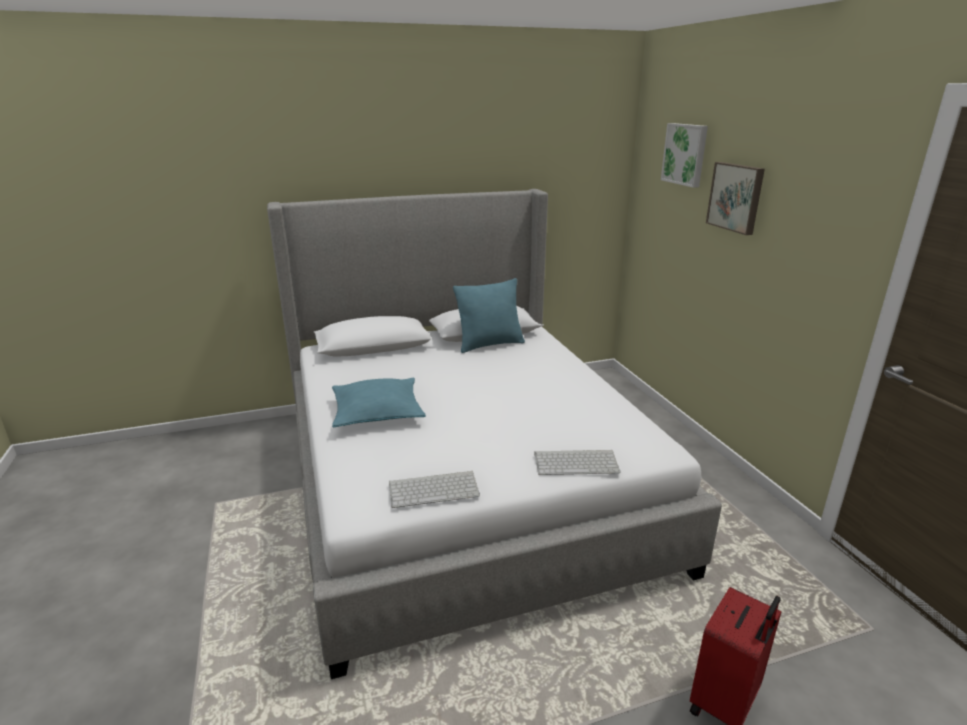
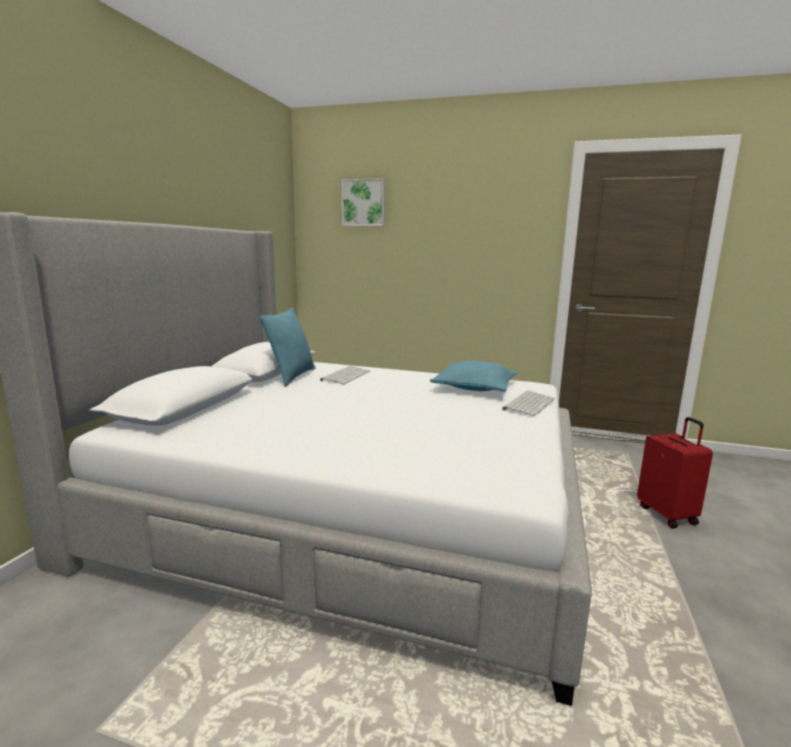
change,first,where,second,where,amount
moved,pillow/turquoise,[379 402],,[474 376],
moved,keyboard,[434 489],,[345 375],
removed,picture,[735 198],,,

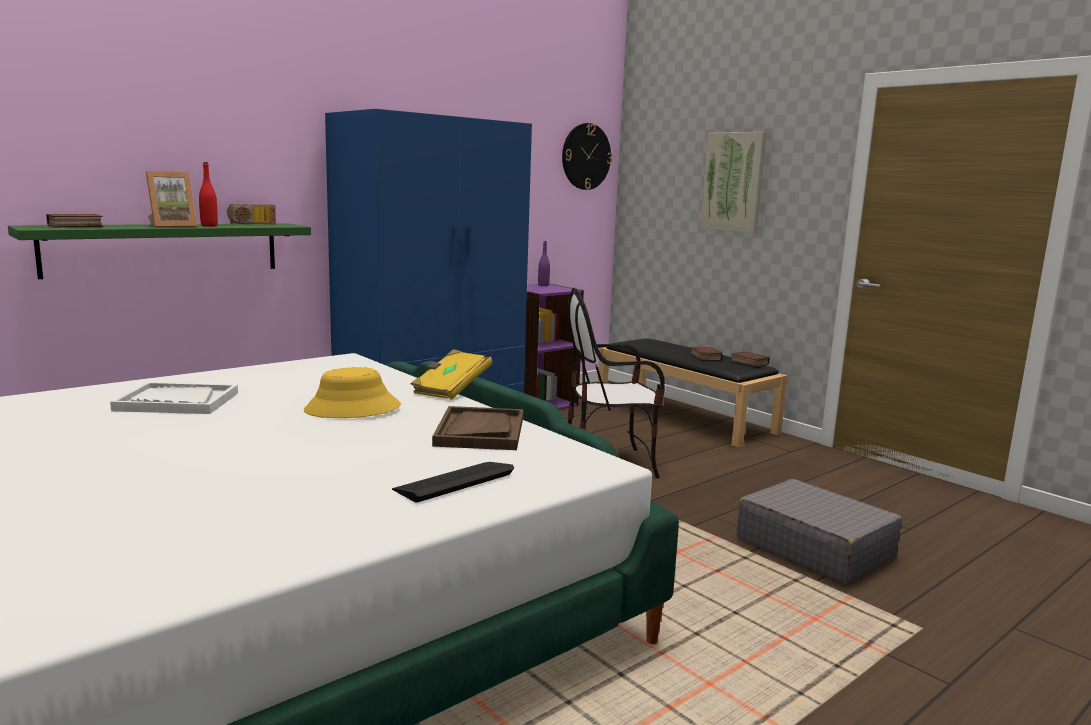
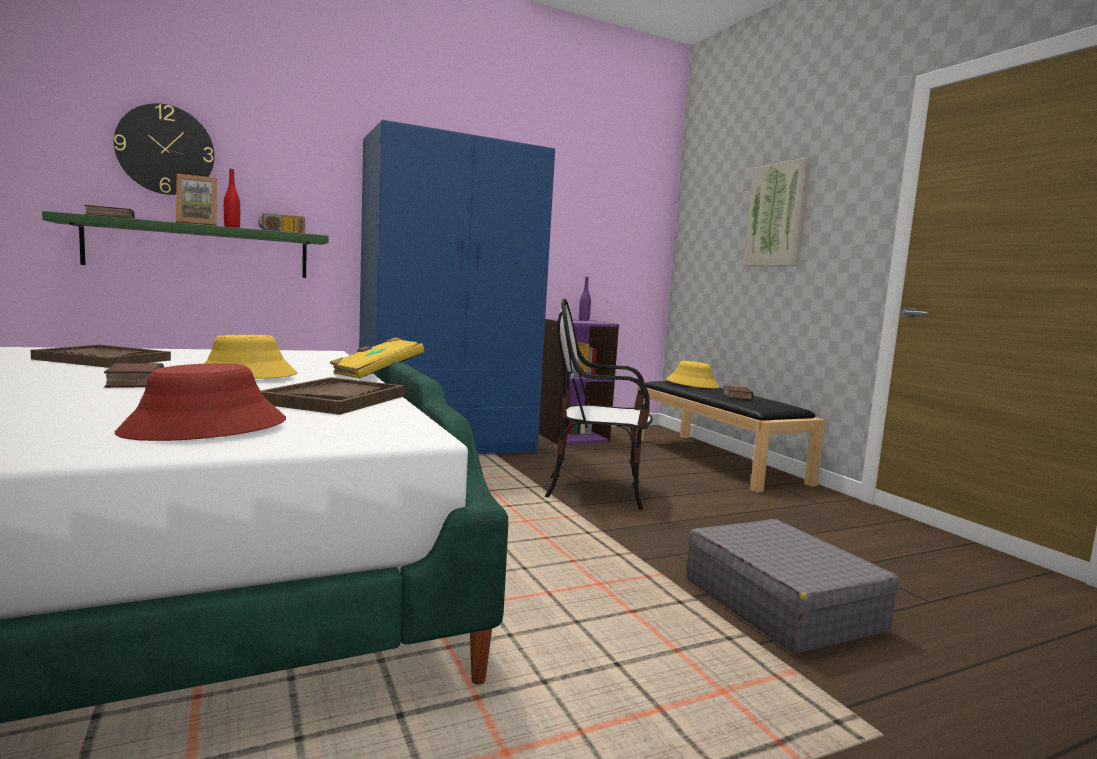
change,first,where,second,where,amount
recoloured,tray/white,[174 398],tray/brown,[101 356],
replaced,keyboard,[453 482],hat/red,[200 402],
moved,wall clock,[587 156],,[164 149],
moved,book,[750 359],,[134 375],
added,,,hat/yellow,[692 374],

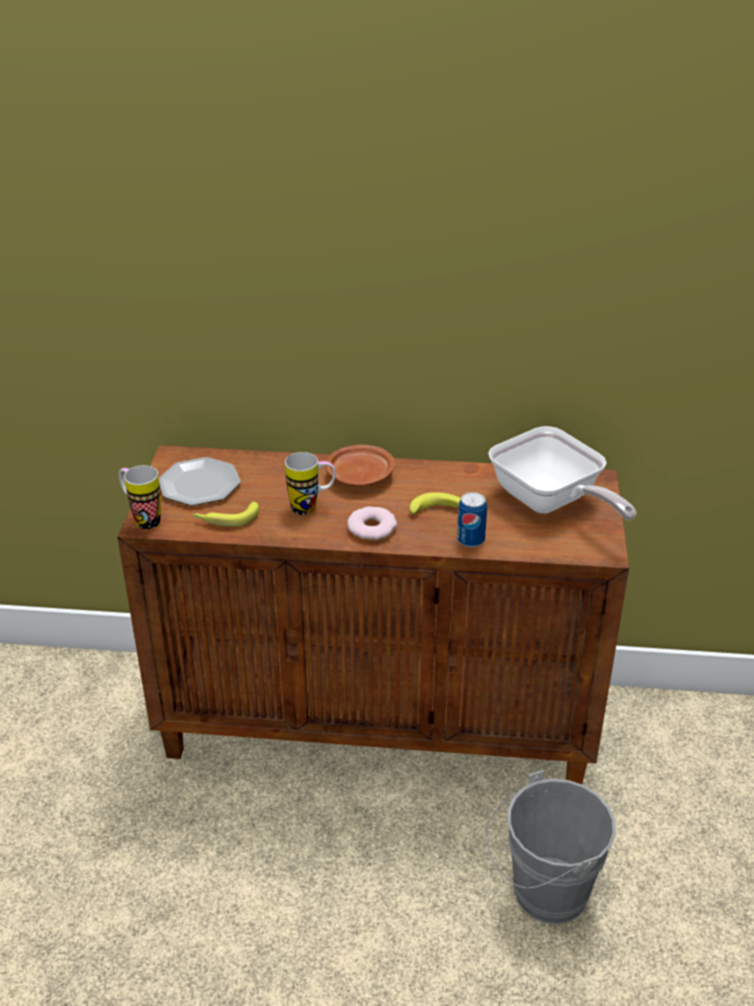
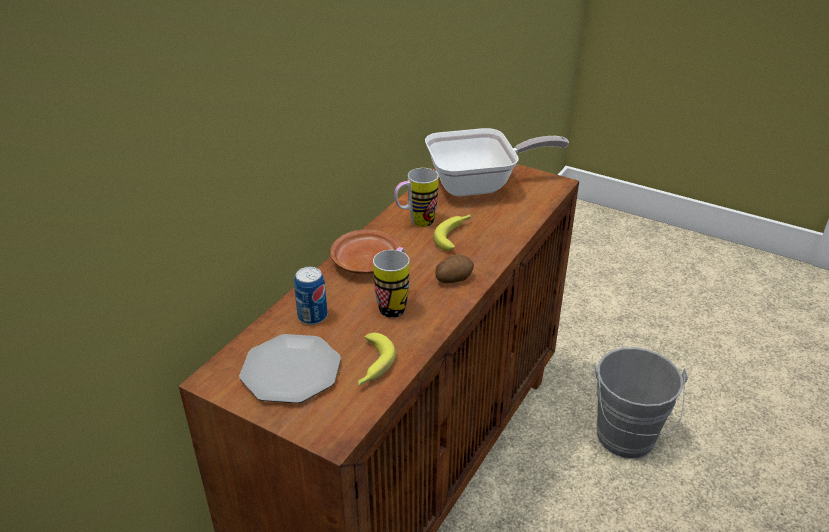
change,first,where,second,where,amount
moved,mug,[140 497],,[416 197],
replaced,donut,[372 523],potato,[454 268],
moved,can,[472 519],,[310 296],

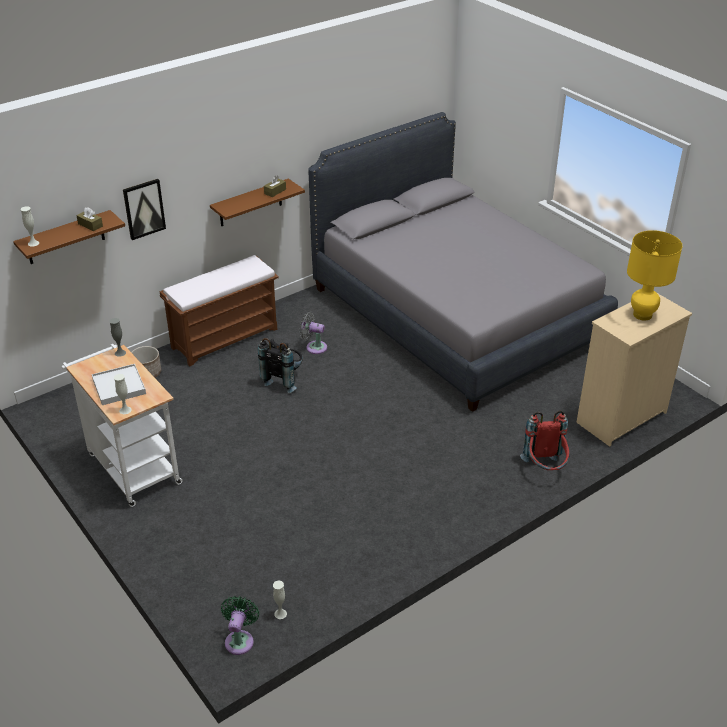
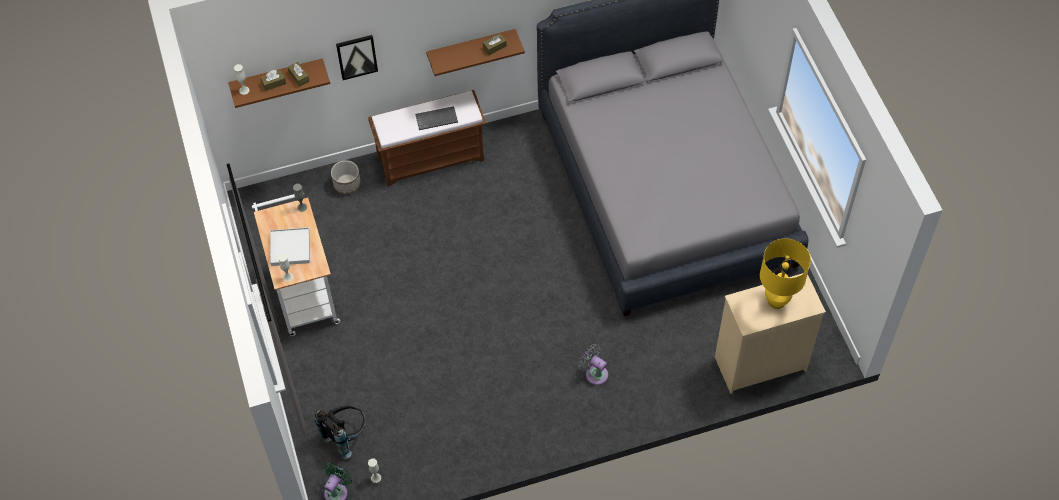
change,first,where,second,where,amount
moved,backpack/black,[280 365],,[340 432],
moved,fan/grey,[313 333],,[593 364],
removed,backpack/red,[545 440],,,
added,,,tissue box/brown,[273 80],
added,,,keyboard,[436 118],

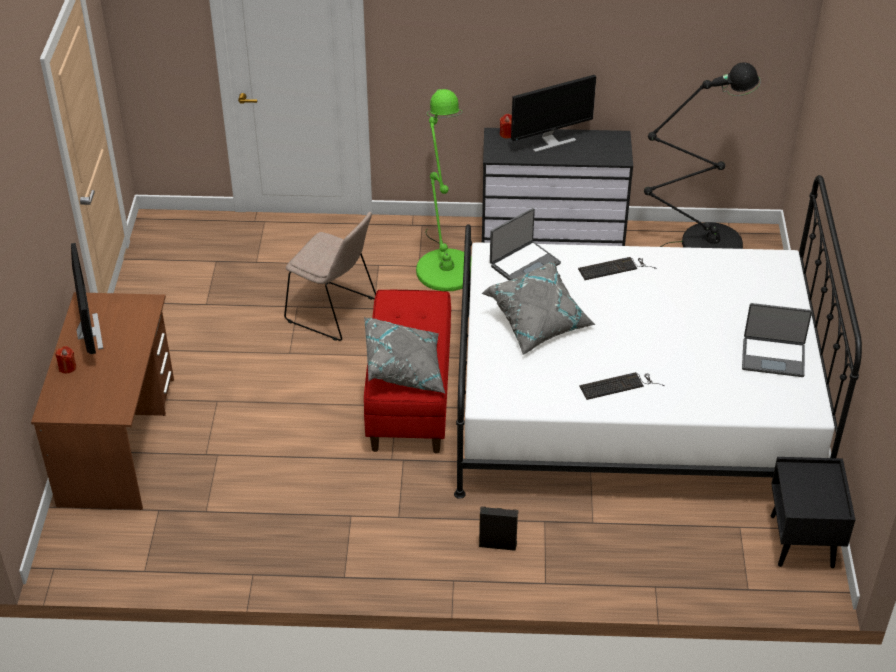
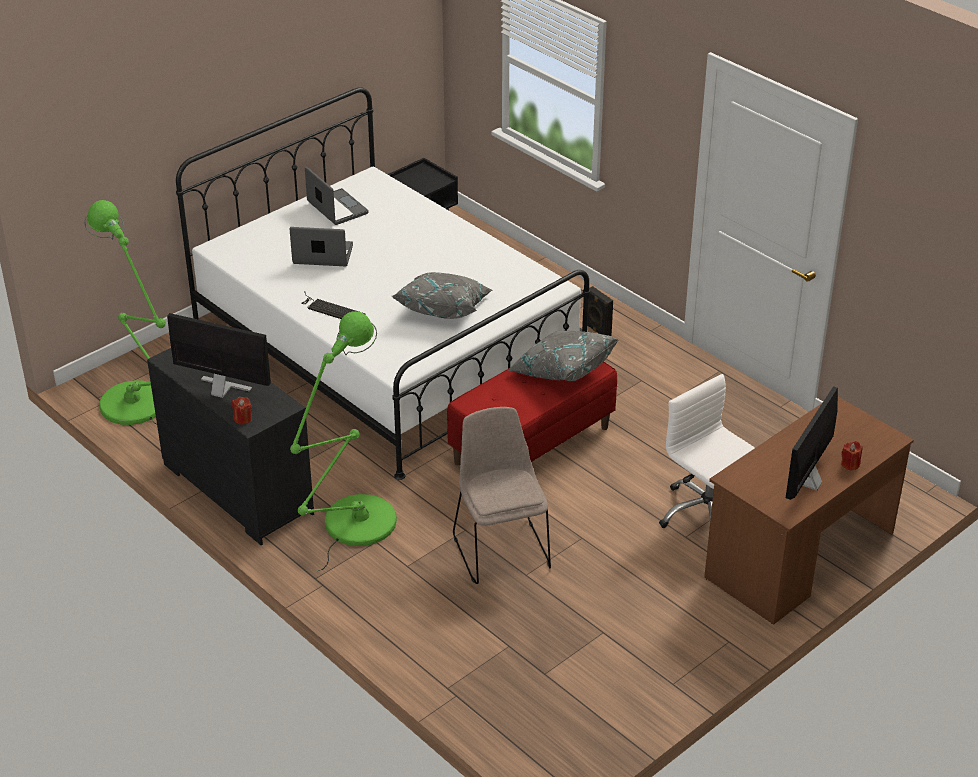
change,first,where,second,where,amount
moved,laptop,[525 244],,[321 246],
removed,keyboard,[622 386],,,
recoloured,floor lamp/black,[702 155],floor lamp/green,[125 312],
added,,,office chair/white,[707 451],

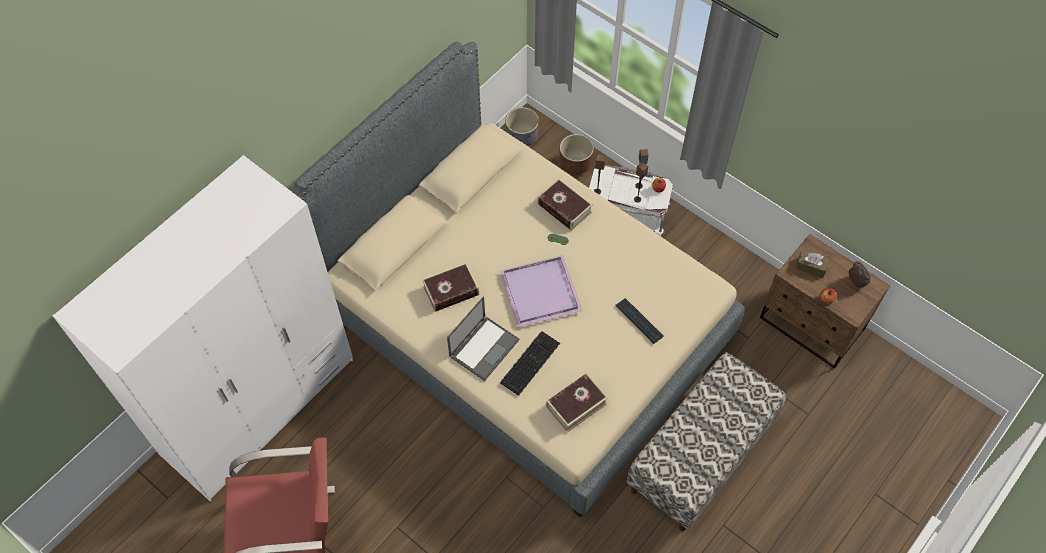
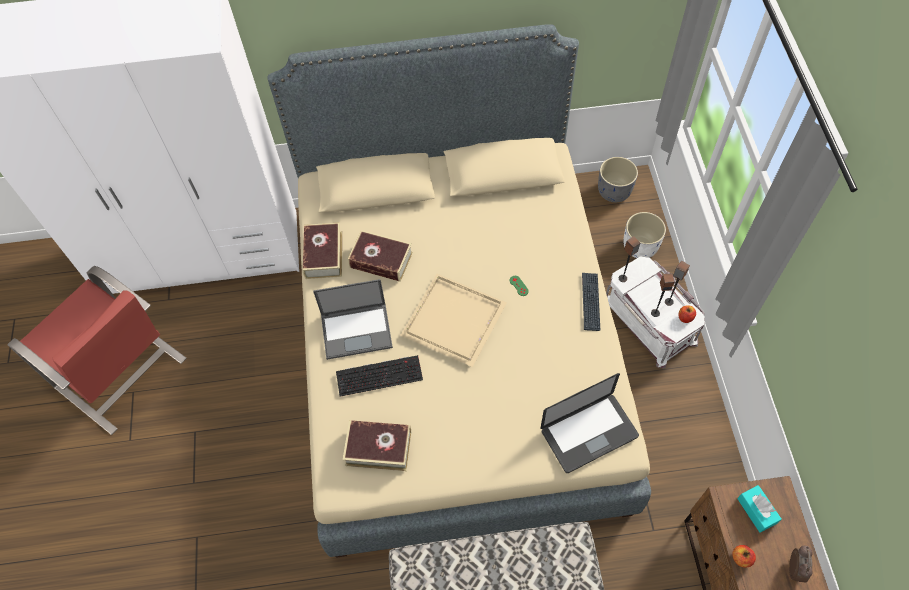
change,first,where,second,where,amount
recoloured,tray/purple,[541 291],tray/beige,[453 320],
moved,book,[565 204],,[322 250],
recoloured,planter/brown,[577 154],planter/white,[644 235],
moved,keyboard,[639 321],,[591 302],
recoloured,tissue box/brown,[812 264],tissue box/turquoise,[759 509],
added,,,laptop,[590 423],

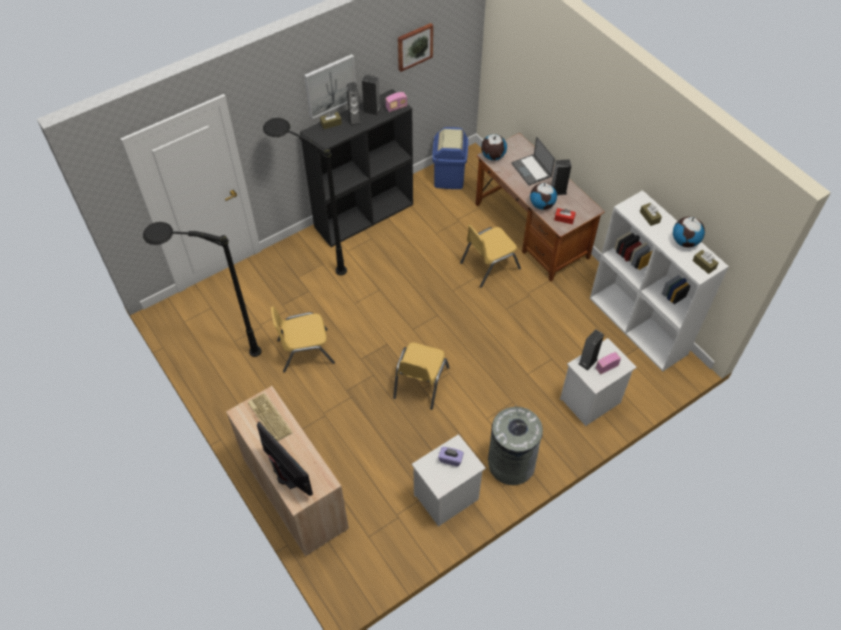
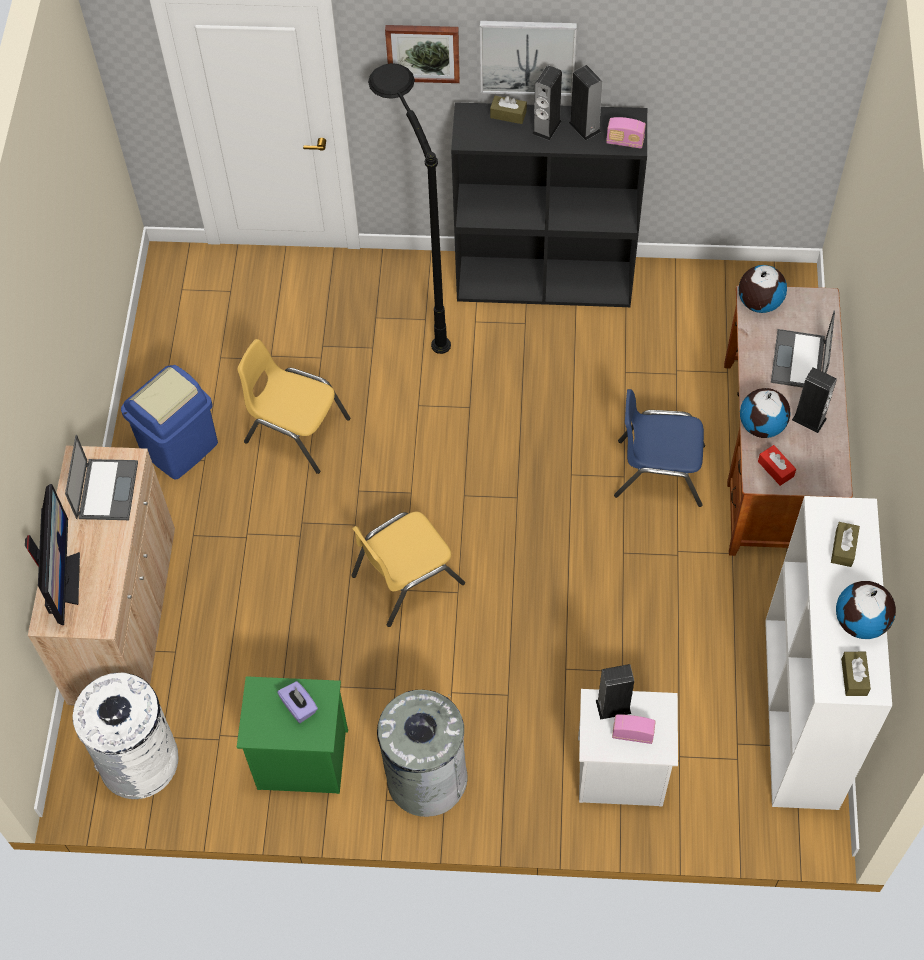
change,first,where,second,where,amount
removed,floor lamp/black,[202 289],,,
replaced,keyboard,[270 417],laptop,[101 477],
moved,picture,[415 47],,[422 54],
recoloured,nightstand/white,[449 480],nightstand/green,[292 735],
moved,trash can/blue,[450 158],,[169 422],
recoloured,chair/yellow,[490 256],chair/blue,[659 448],
added,,,trash can/white,[125 735],

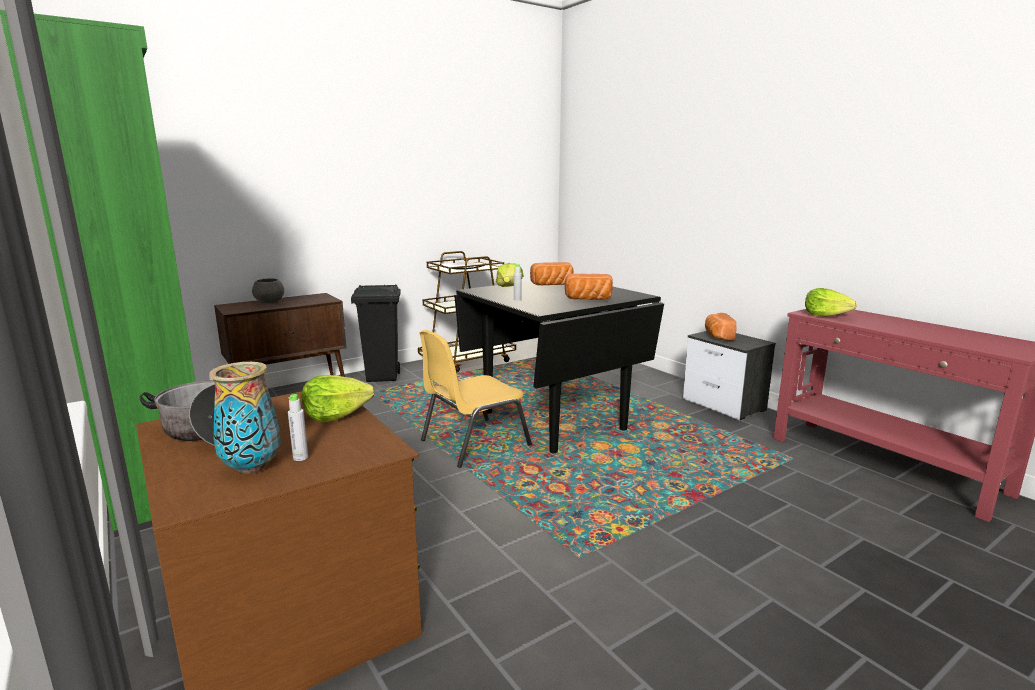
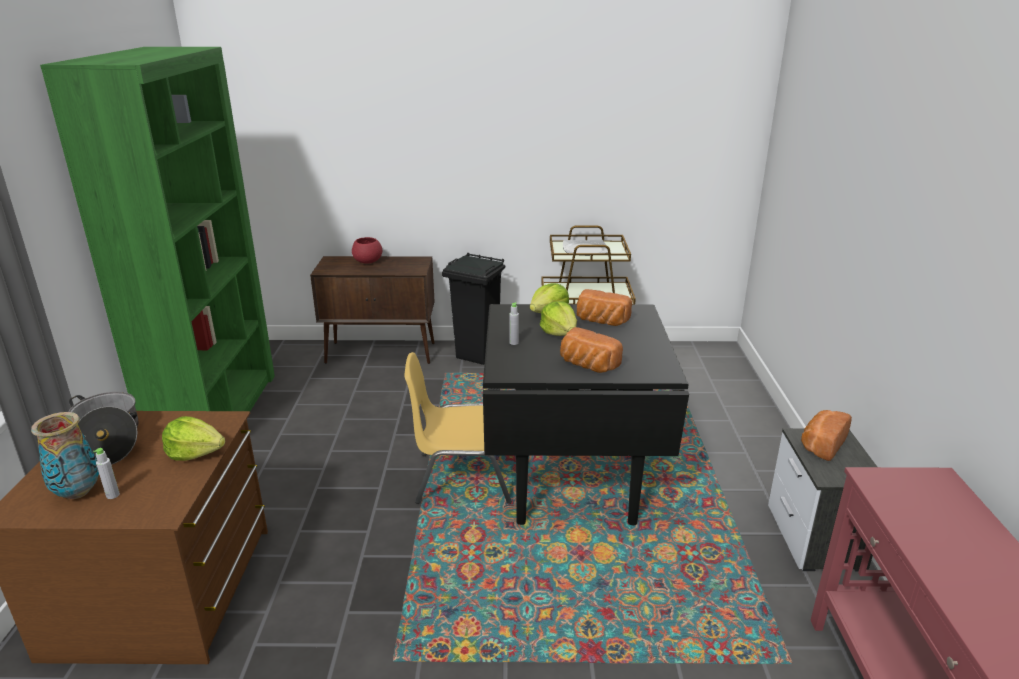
change,first,where,second,where,amount
recoloured,bowl/grey,[268 290],bowl/red,[367 250],
moved,lettuce,[831 302],,[558 318],

